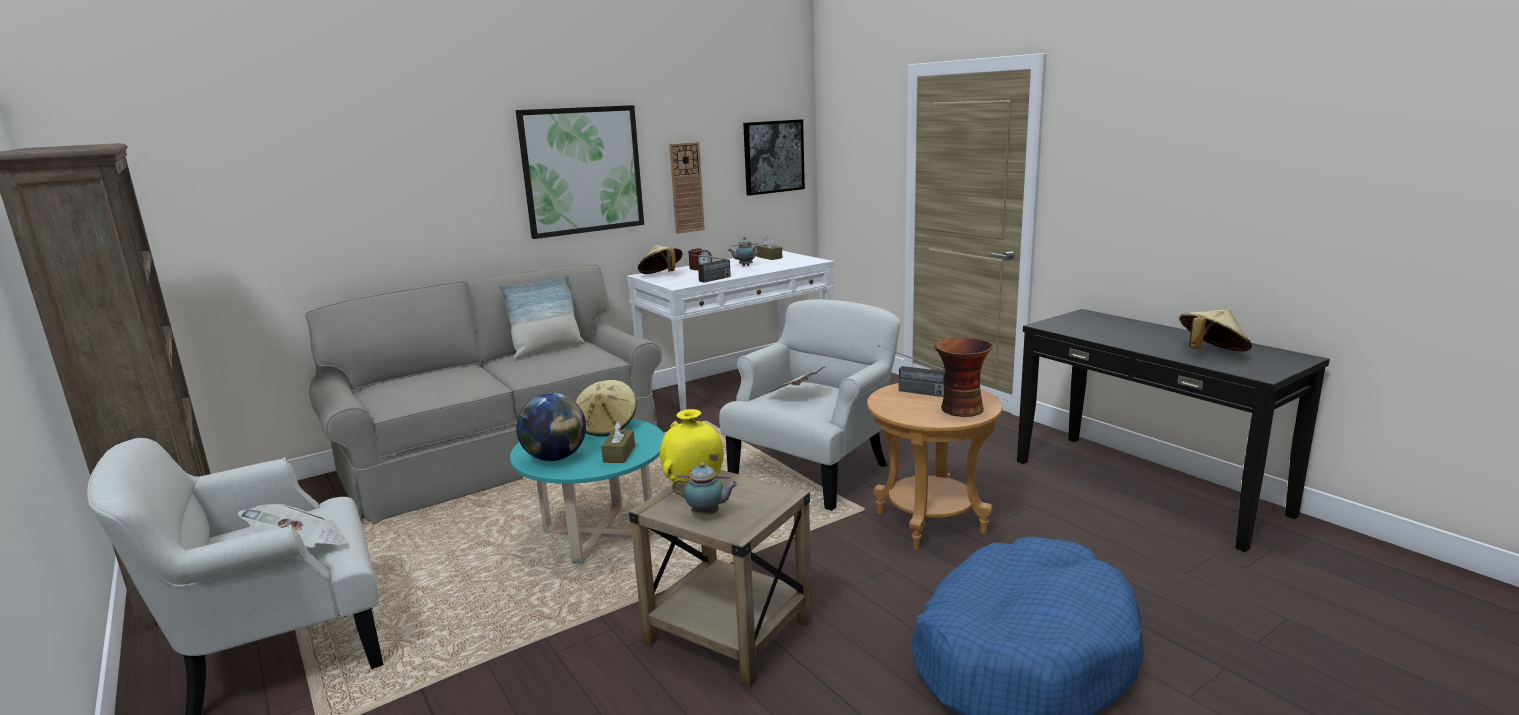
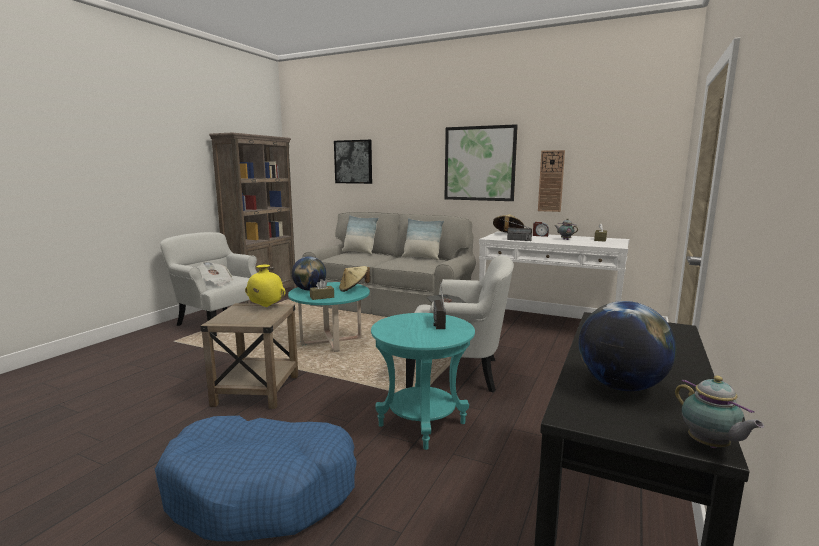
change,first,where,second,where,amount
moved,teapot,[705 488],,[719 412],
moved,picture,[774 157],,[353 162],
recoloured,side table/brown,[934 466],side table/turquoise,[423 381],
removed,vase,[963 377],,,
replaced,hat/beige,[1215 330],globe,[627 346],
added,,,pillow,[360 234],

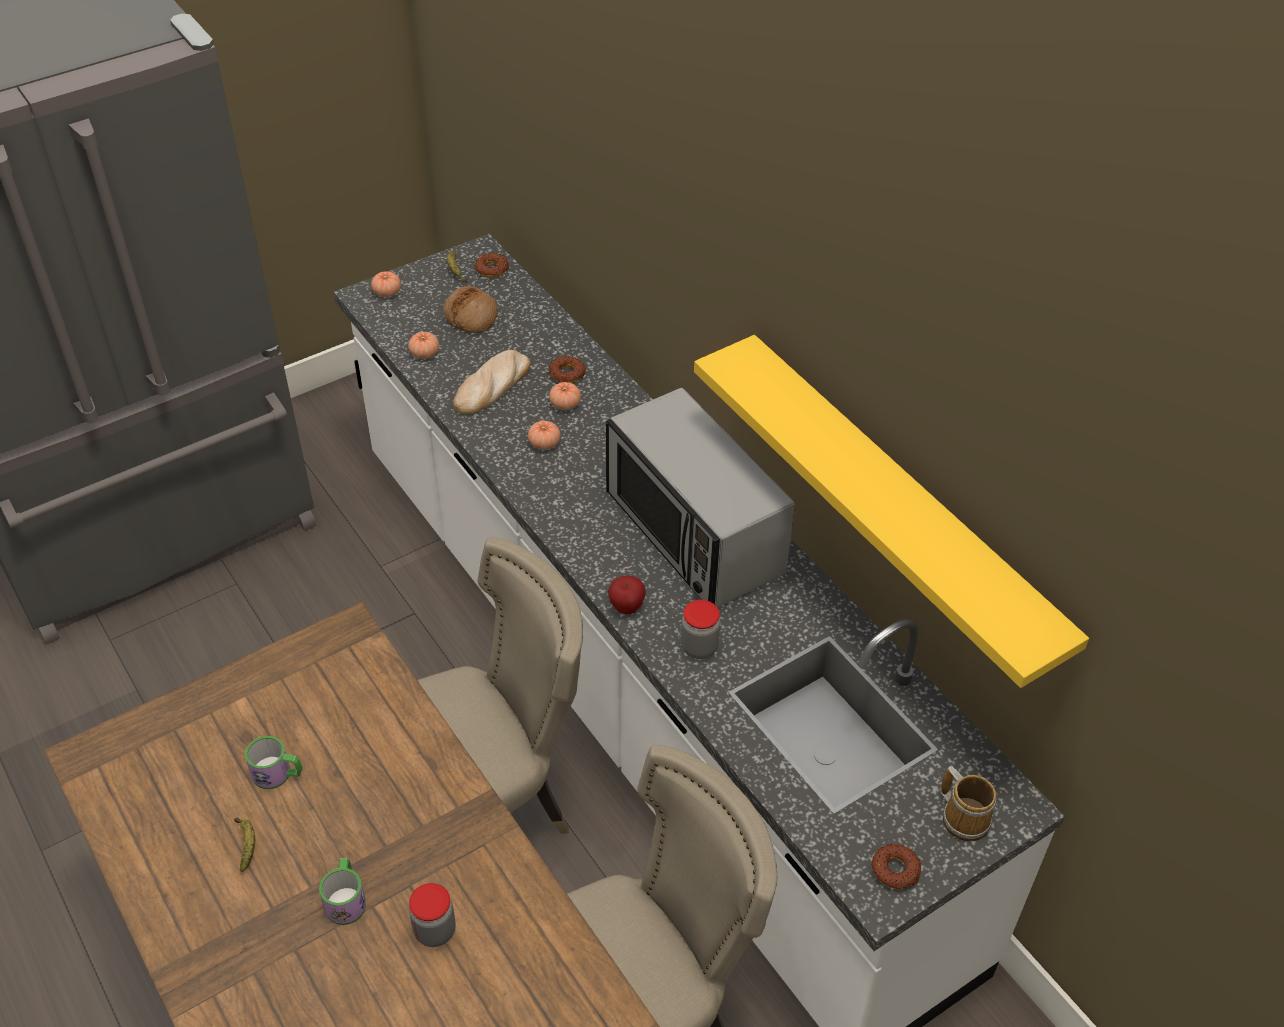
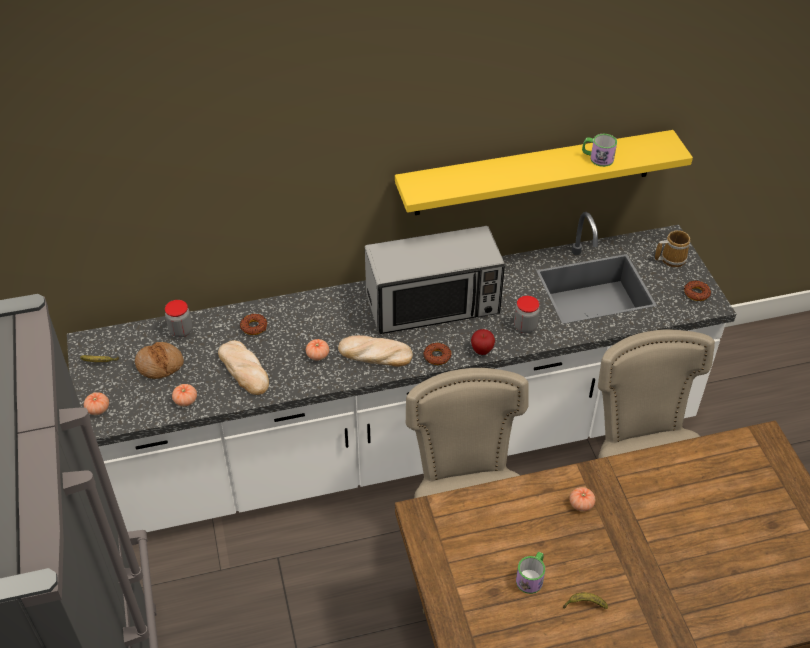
change,first,where,second,where,amount
moved,mug,[342 891],,[599 150],
moved,jar,[432 915],,[178 318],
moved,donut,[492 265],,[438 354],
moved,tomato,[565 396],,[582 499],
added,,,bread,[375 351],

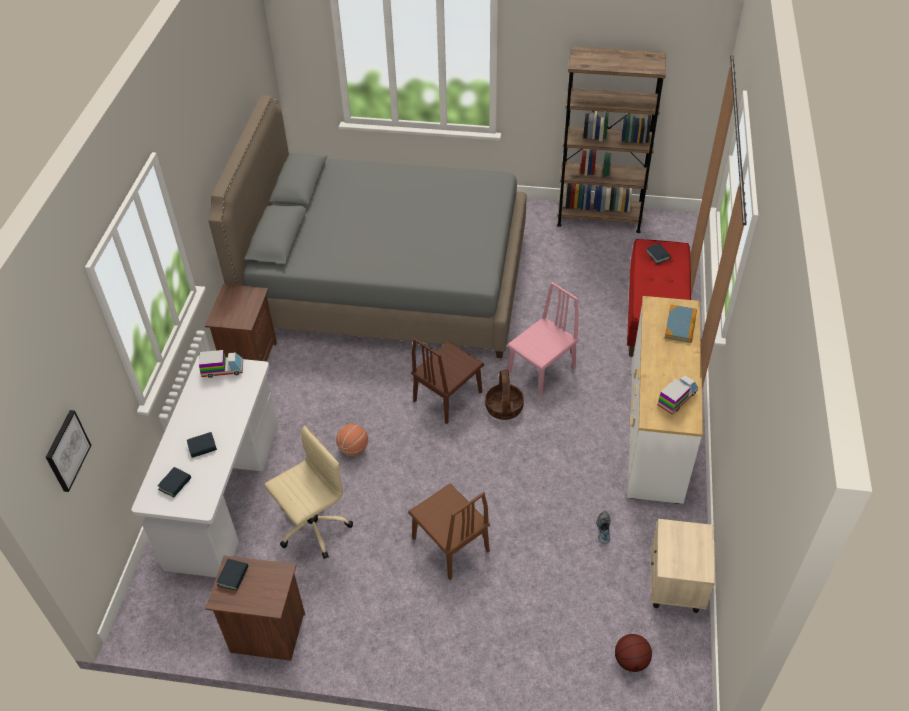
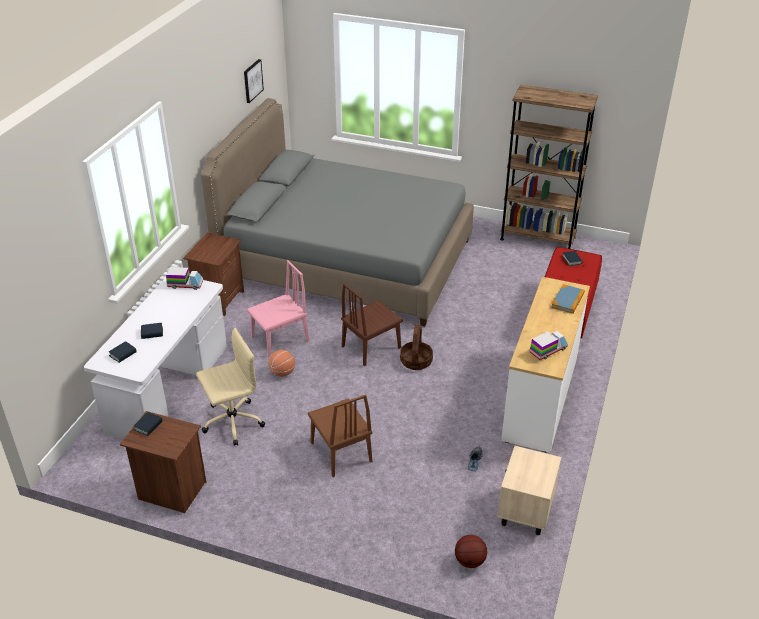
change,first,where,second,where,amount
moved,picture,[68 451],,[254 81],
moved,chair/pink,[543 339],,[278 308],

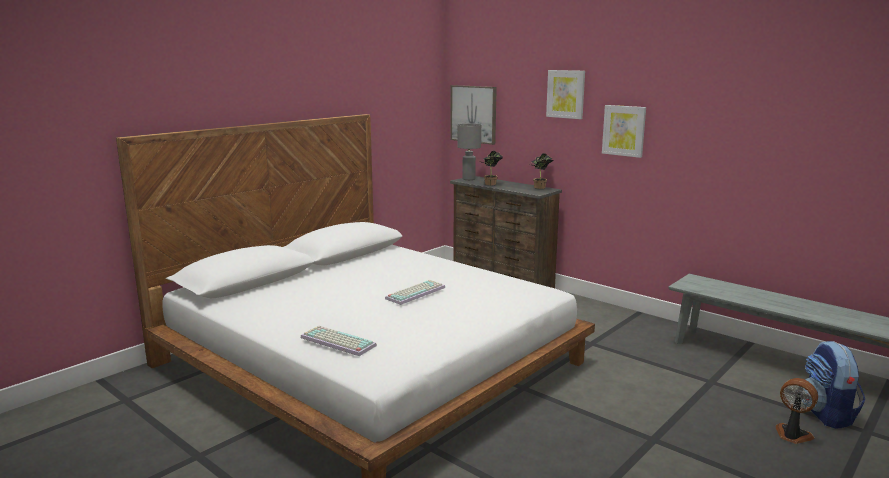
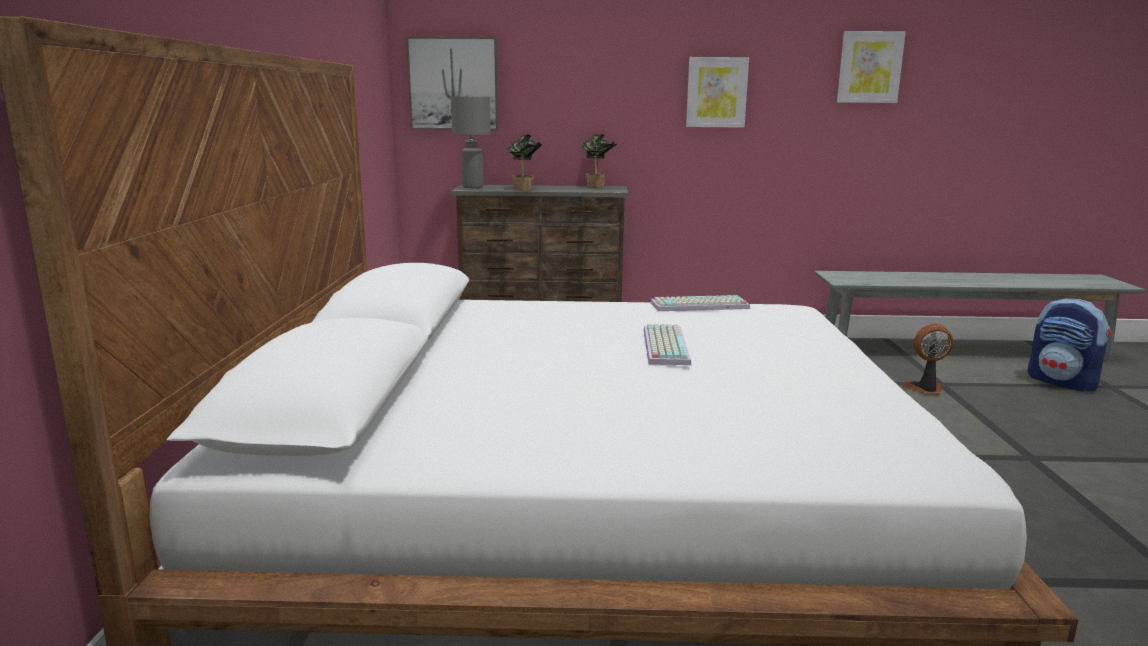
change,first,where,second,where,amount
moved,keyboard,[339 341],,[700 303],
moved,picture,[565 94],,[871 67],
moved,fan,[797 411],,[927 359],

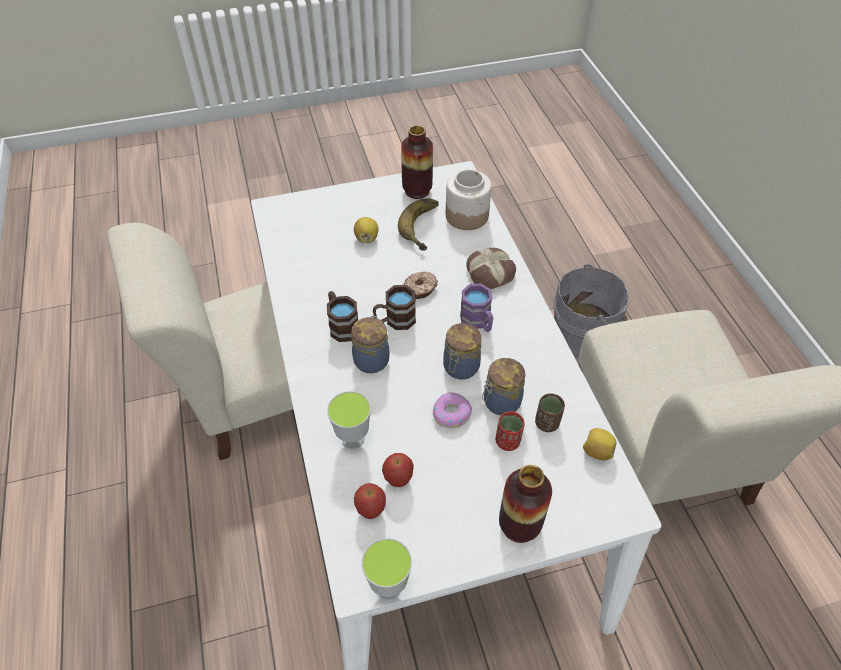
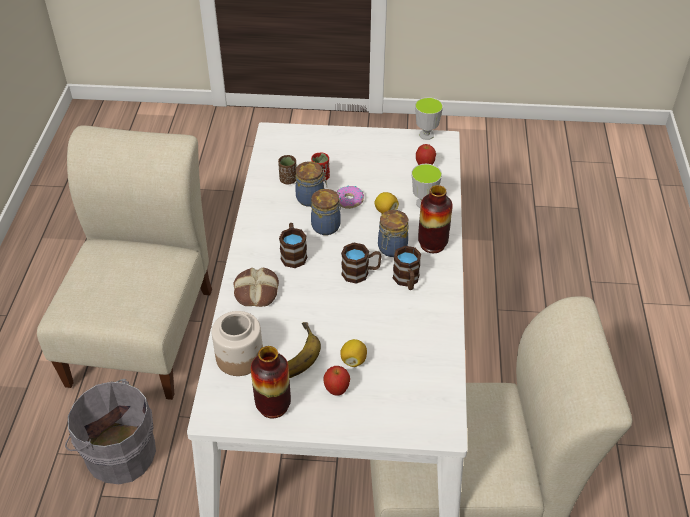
change,first,where,second,where,amount
moved,apple,[398 470],,[336 381],
removed,donut,[420 285],,,
recoloured,mug/purple,[476 308],mug/brown,[293 245],
moved,vase,[525 504],,[435 219],
moved,lemon,[600 444],,[386 203],

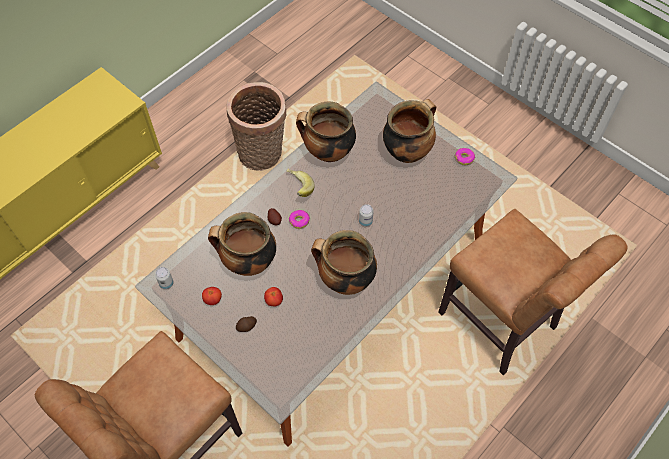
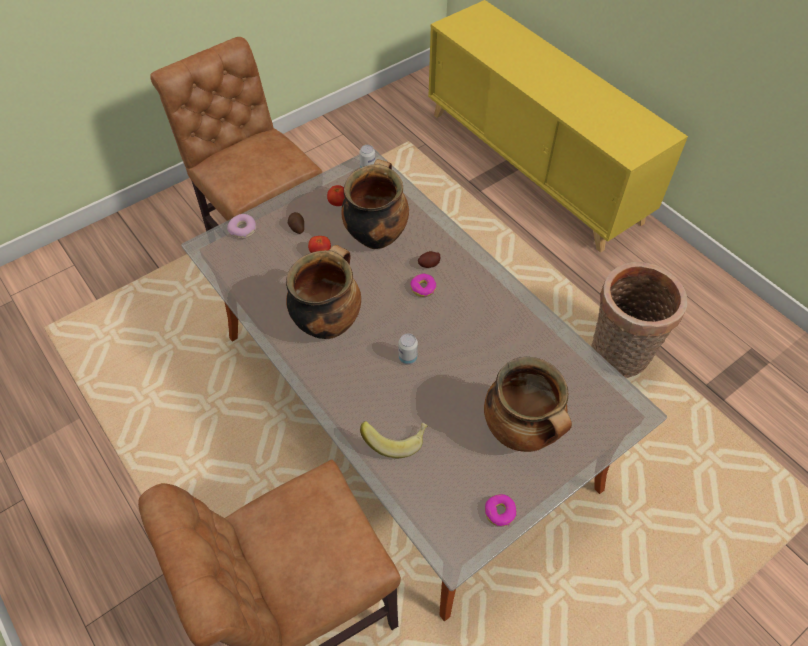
change,first,where,second,where,amount
moved,banana,[301 182],,[394 439],
removed,cooking pot,[326 132],,,
added,,,donut,[241 226],

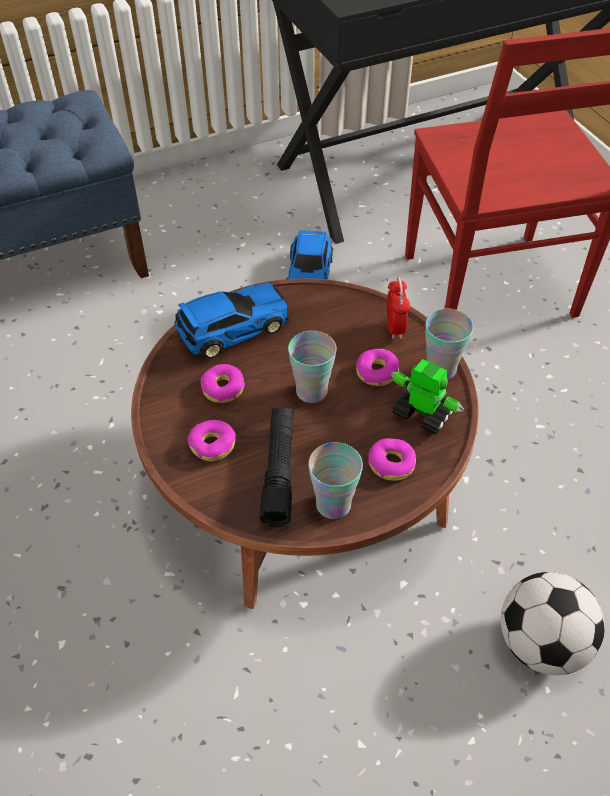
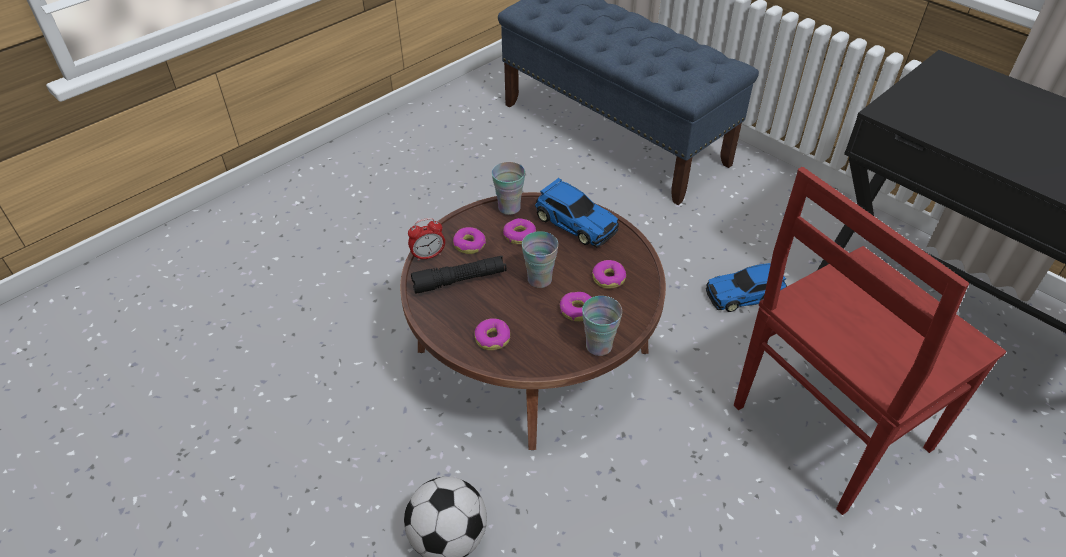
change,first,where,second,where,amount
moved,cup,[335 480],,[508 188],
moved,alarm clock,[398 308],,[426 239],
removed,toy robot,[427 397],,,
added,,,donut,[609 274],

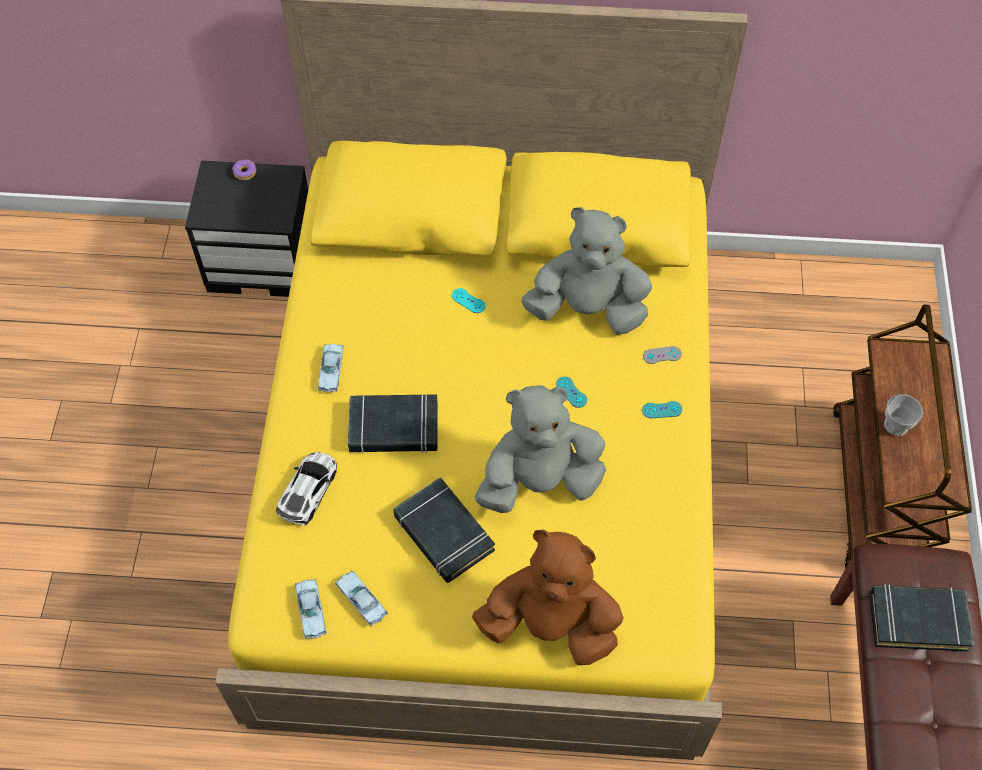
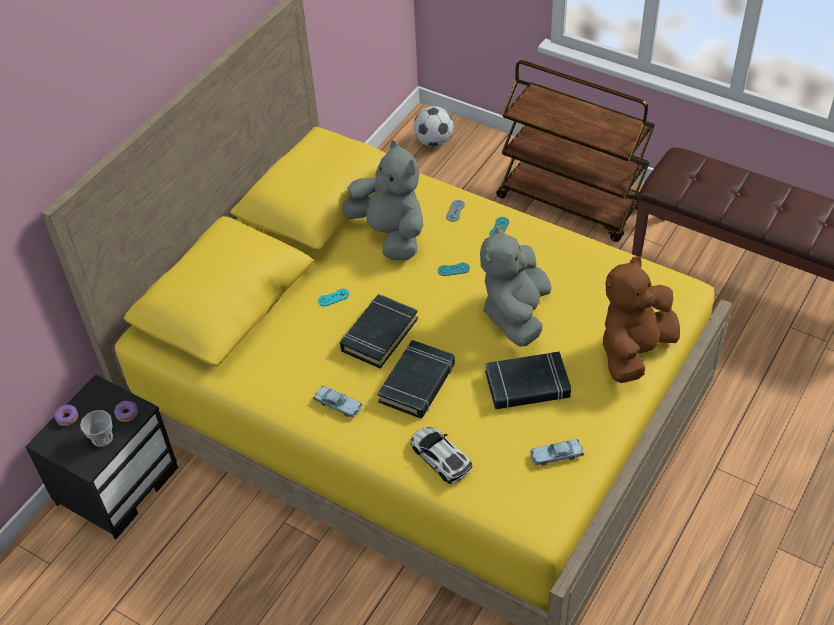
change,first,where,second,where,amount
removed,toy car/blue,[311 609],,,
turned,plush toy/grey,[586 271],,[382 200],105 degrees clockwise
moved,book/black,[921 618],,[379 331],
moved,cup,[903 415],,[96 428],
added,,,donut,[126 411],
added,,,football,[433 126],

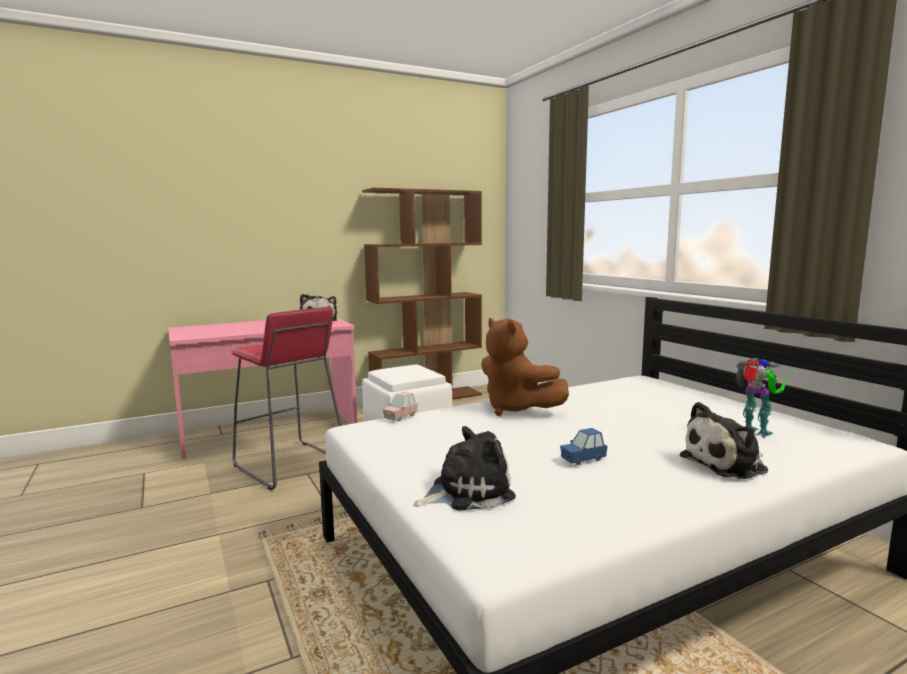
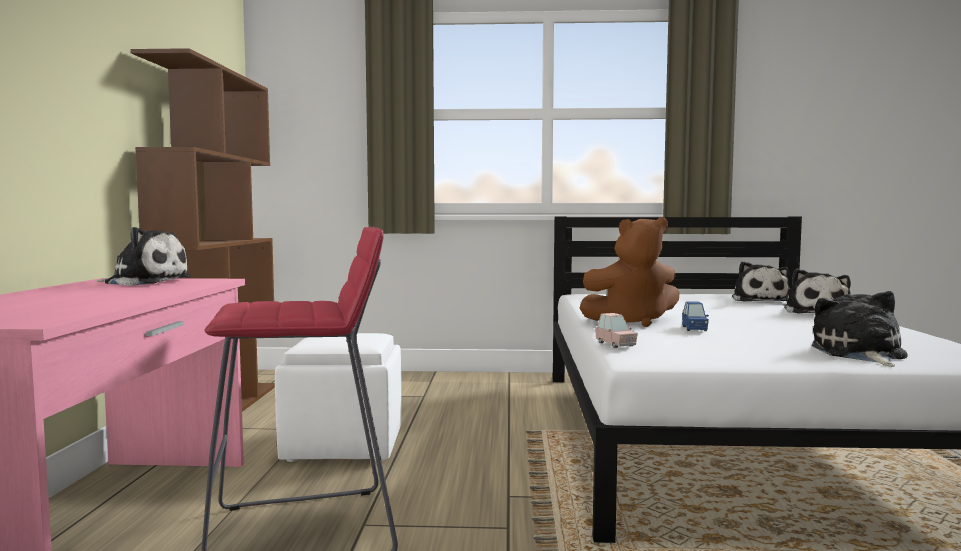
change,first,where,second,where,amount
moved,toy car/blue,[584 446],,[695 316],
replaced,toy robot,[760 398],plush toy,[761 281],

